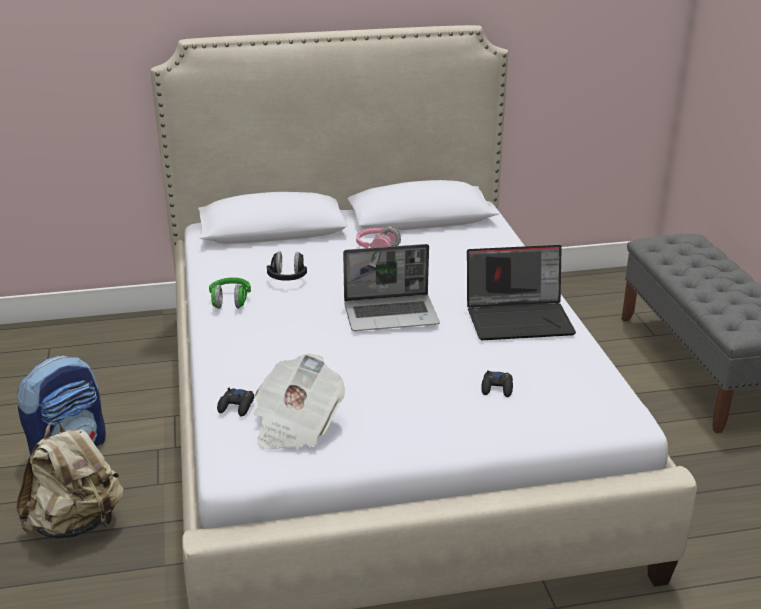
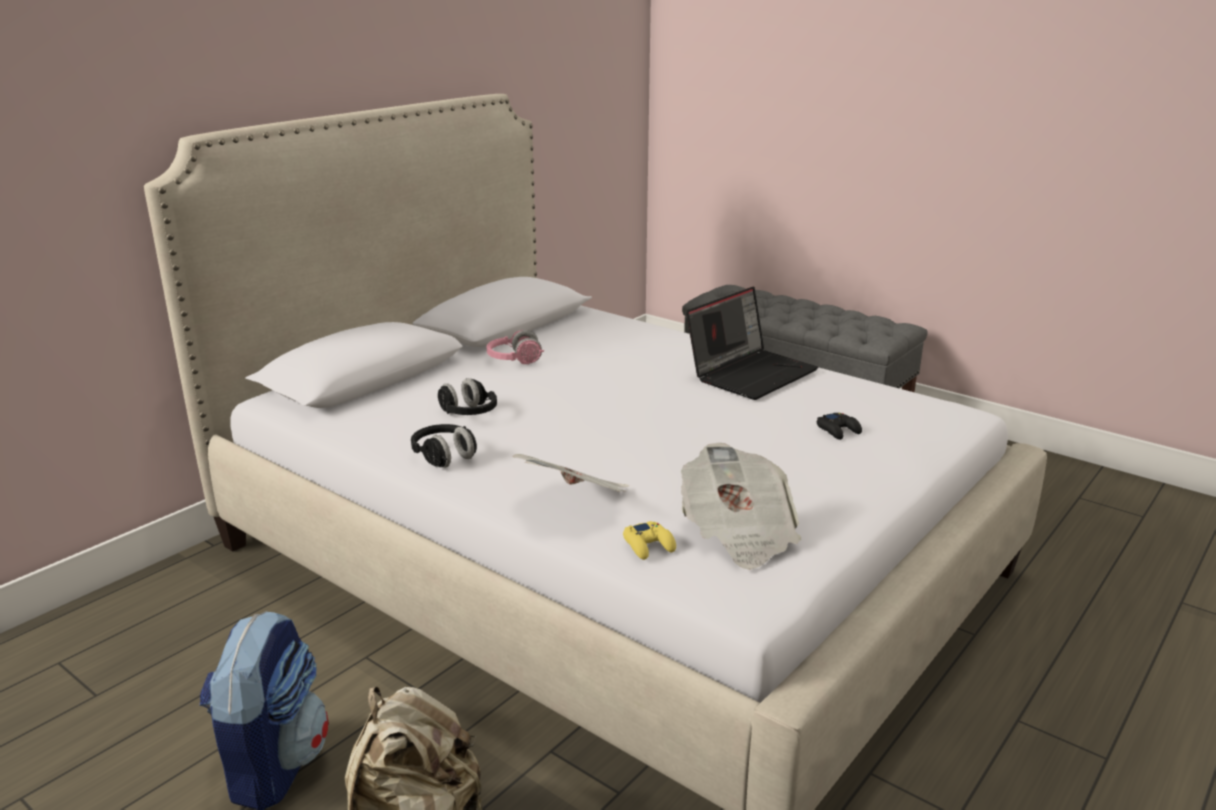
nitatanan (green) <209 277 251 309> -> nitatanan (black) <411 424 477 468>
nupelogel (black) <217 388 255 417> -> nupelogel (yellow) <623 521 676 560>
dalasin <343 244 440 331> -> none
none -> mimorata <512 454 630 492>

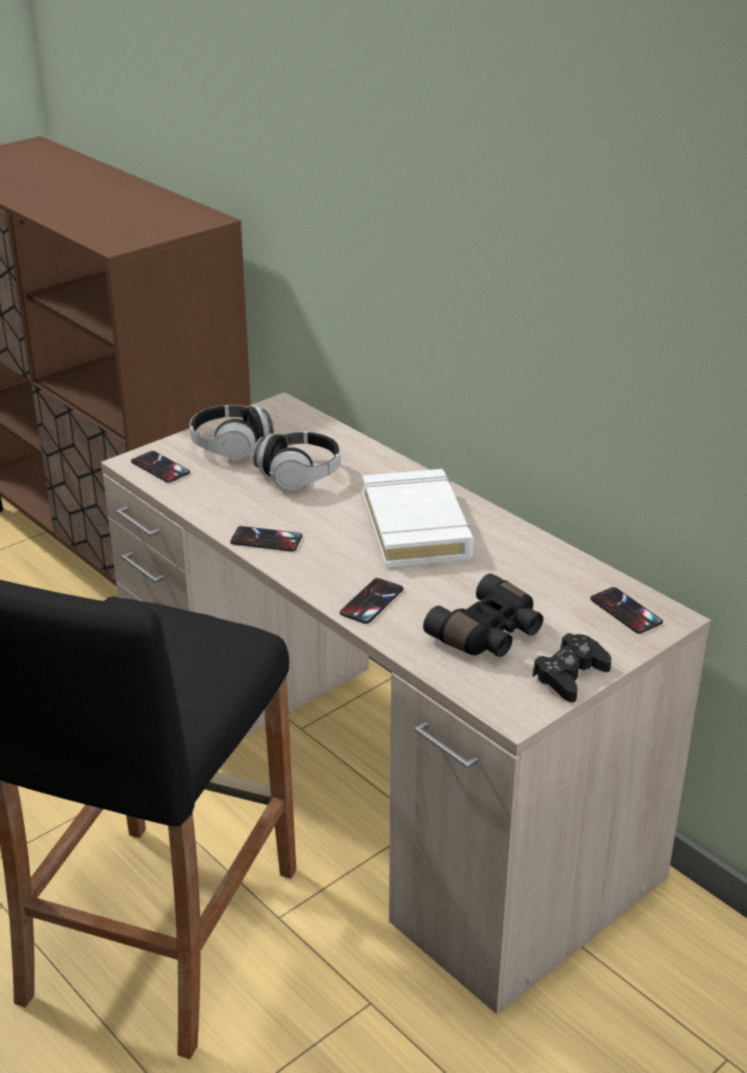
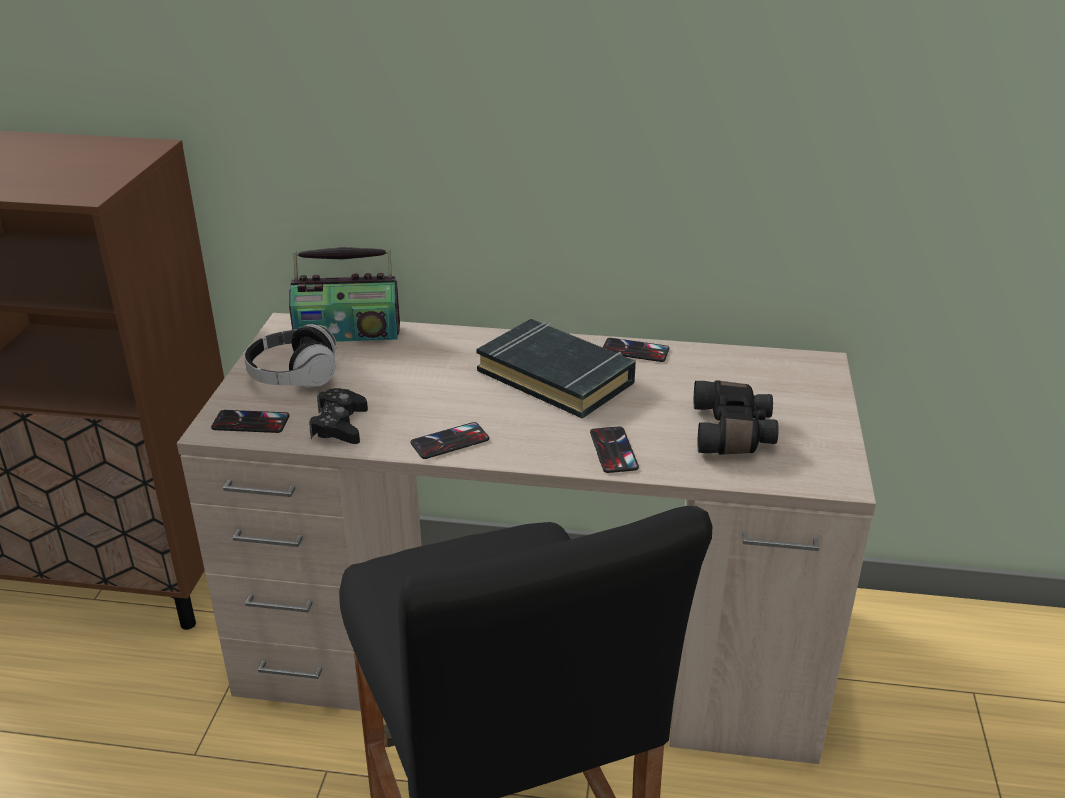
nitatanan <253 431 340 490> -> none
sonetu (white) <362 469 473 568> -> sonetu (black) <476 319 636 419>
nupelogel (black) <532 633 611 702> -> nupelogel (black) <309 388 368 444>, move
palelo <590 587 663 634> -> palelo <603 338 669 362>, move
none -> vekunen <289 247 400 342>

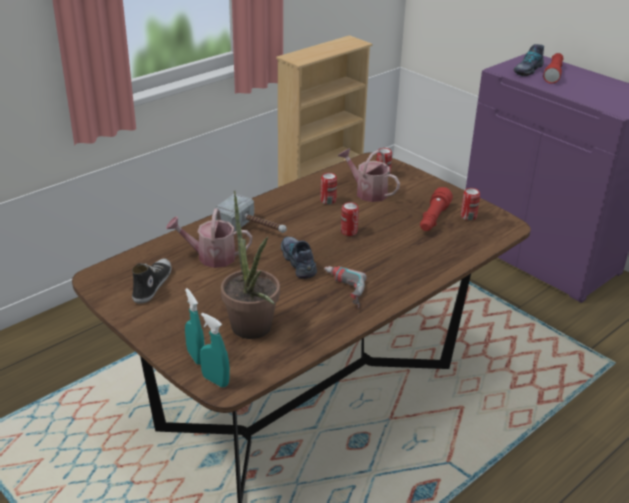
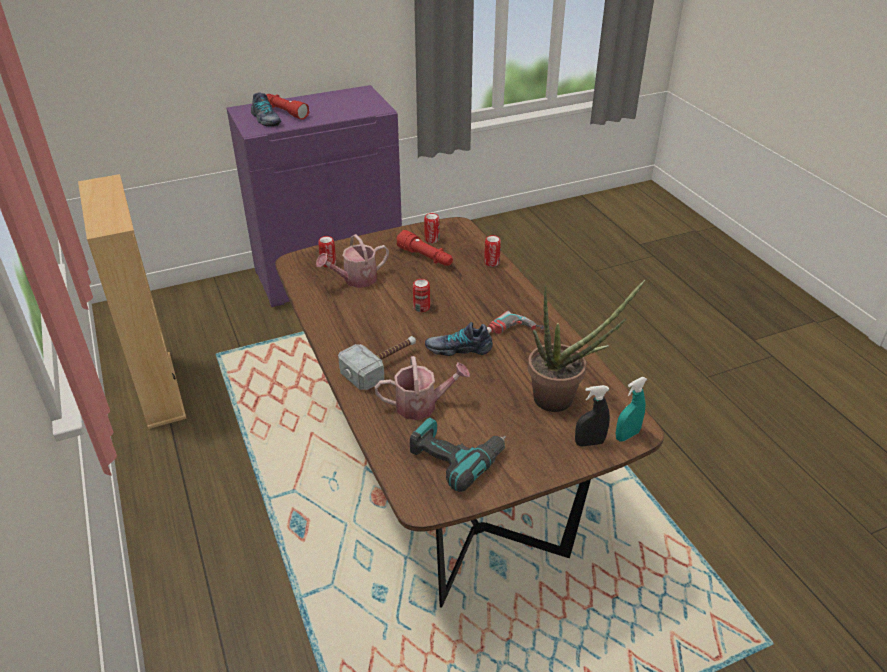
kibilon <132 259 172 303> -> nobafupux <410 417 506 492>
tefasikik <166 208 252 268> -> tefasikik <375 356 470 420>, 120 degrees counterclockwise
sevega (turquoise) <185 288 205 365> -> sevega (black) <575 385 610 447>
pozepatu <320 173 337 205> -> pozepatu <484 235 501 267>, move

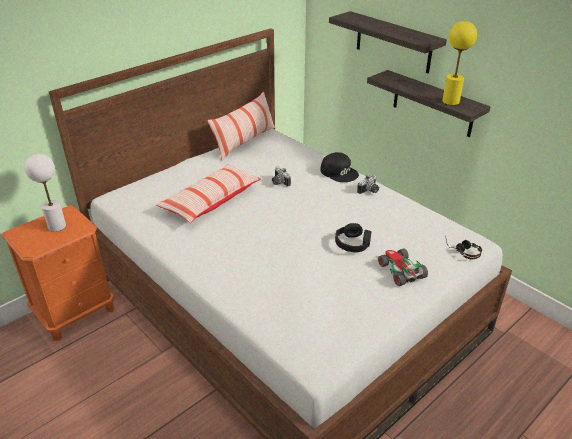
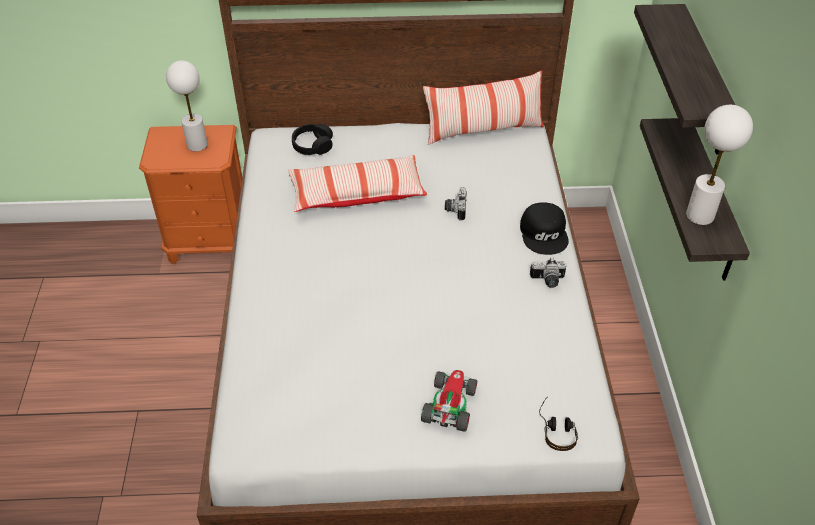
nitatanan (black) <335 223 371 252> -> nitatanan (black) <292 124 333 155>, move
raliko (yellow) <442 21 477 105> -> raliko (white) <686 105 753 225>

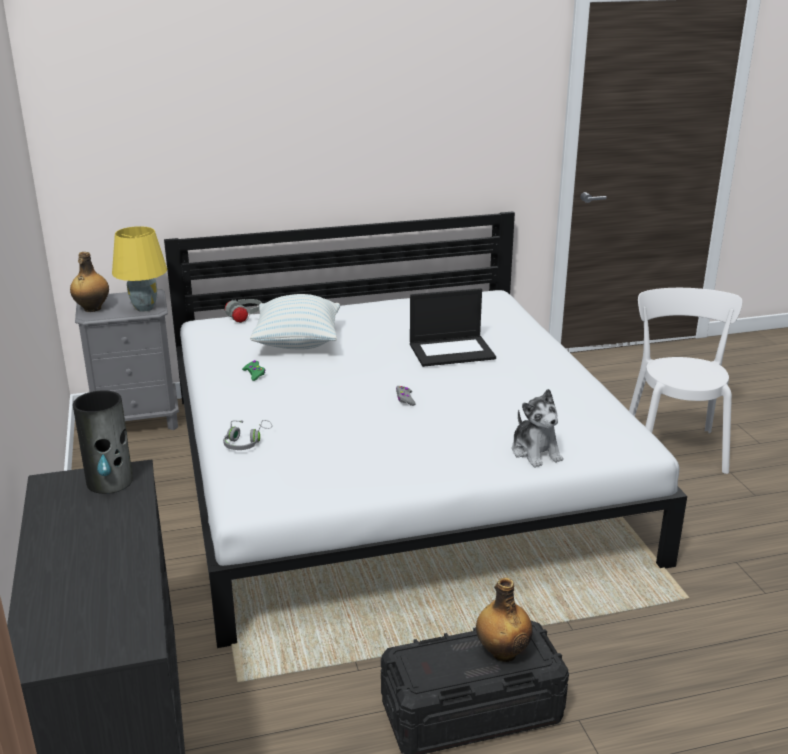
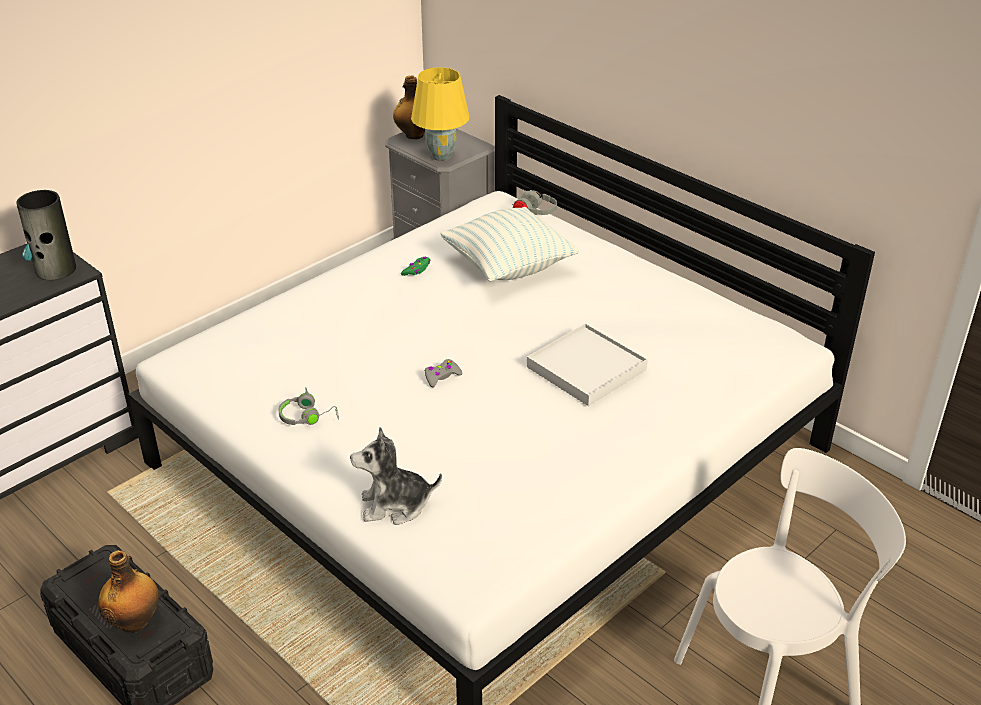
nitatanan (grey) <223 420 272 450> -> nitatanan (grey) <278 387 339 425>, move
dalasin <410 288 496 367> -> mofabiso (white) <527 323 648 406>
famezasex <512 389 563 468> -> famezasex <350 427 442 525>, 45 degrees clockwise

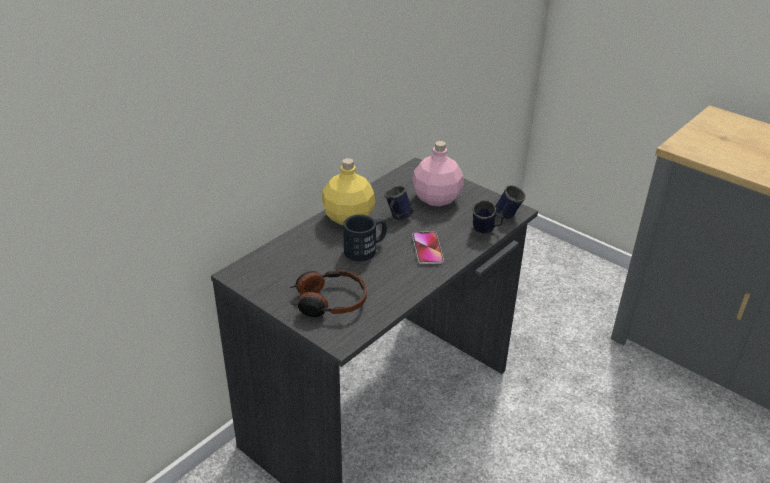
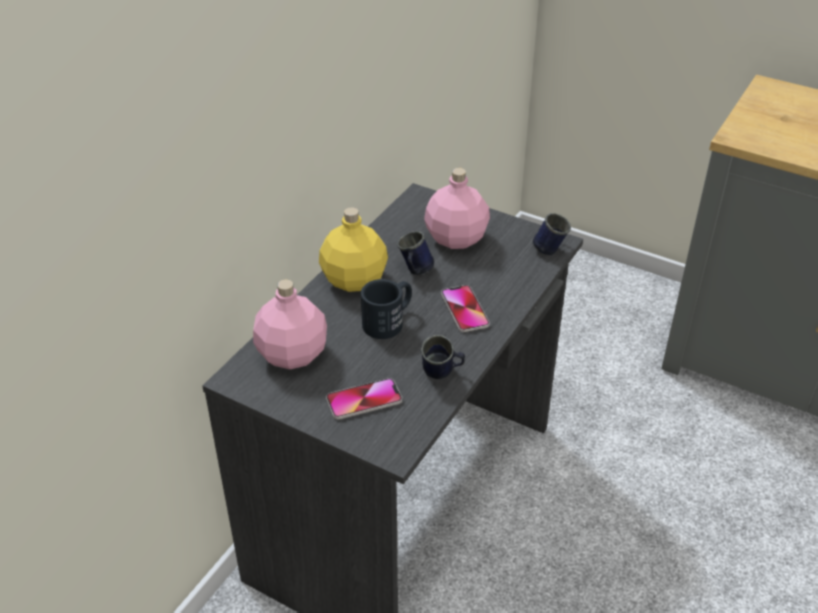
nitatanan <289 271 367 317> -> palelo <326 378 402 419>
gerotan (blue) <473 200 504 234> -> gerotan (blue) <421 335 465 379>, move
none -> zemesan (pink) <253 279 327 369>

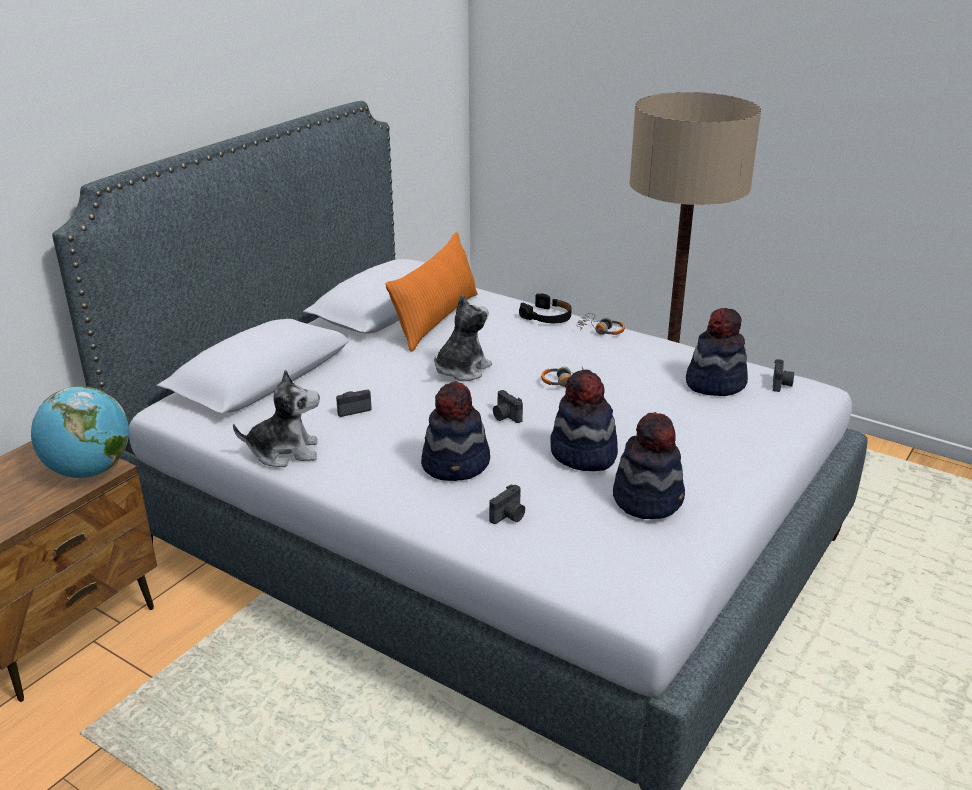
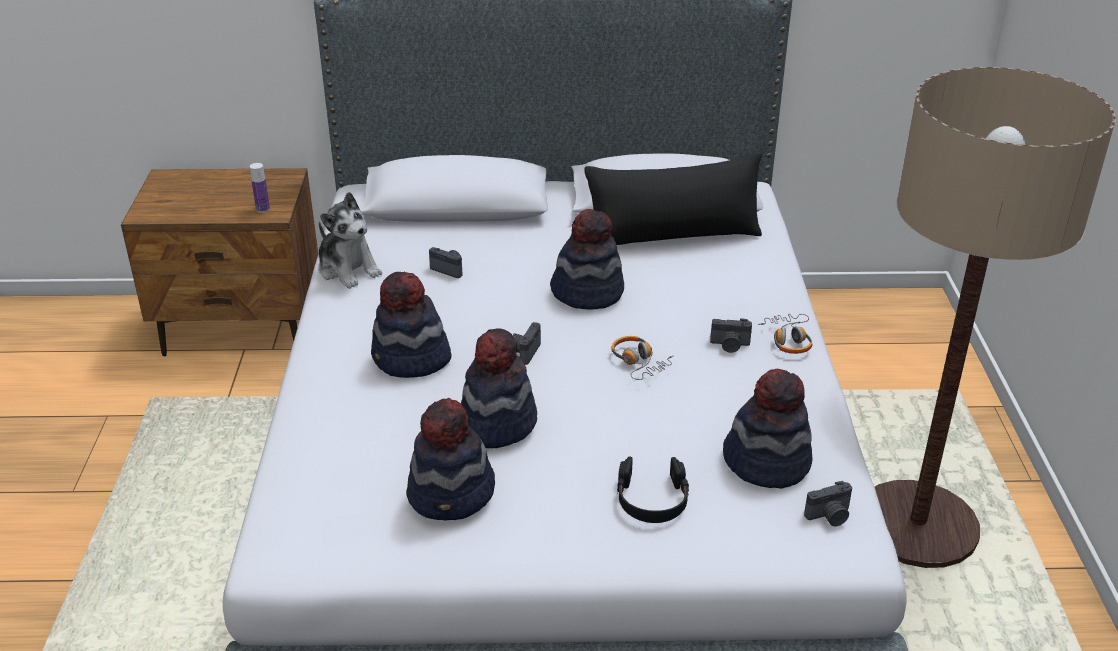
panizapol <31 386 129 478> -> zemesan <250 163 270 213>
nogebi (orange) <385 232 478 352> -> nogebi (black) <584 152 762 245>
famezasex <434 294 492 381> -> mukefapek <550 209 624 310>
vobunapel <489 484 525 524> -> vobunapel <710 318 752 353>, move
nitatanan (black) <519 294 572 323> -> nitatanan (black) <617 457 689 523>, move

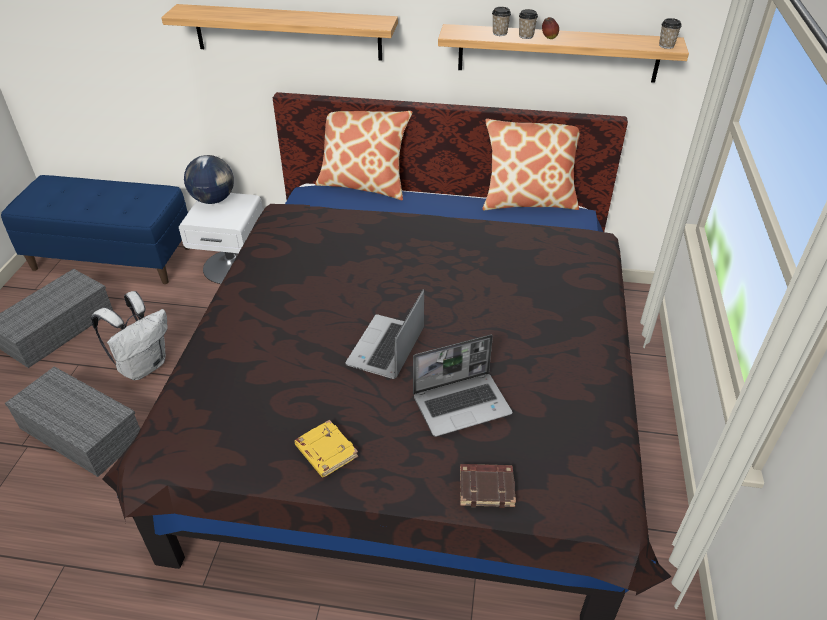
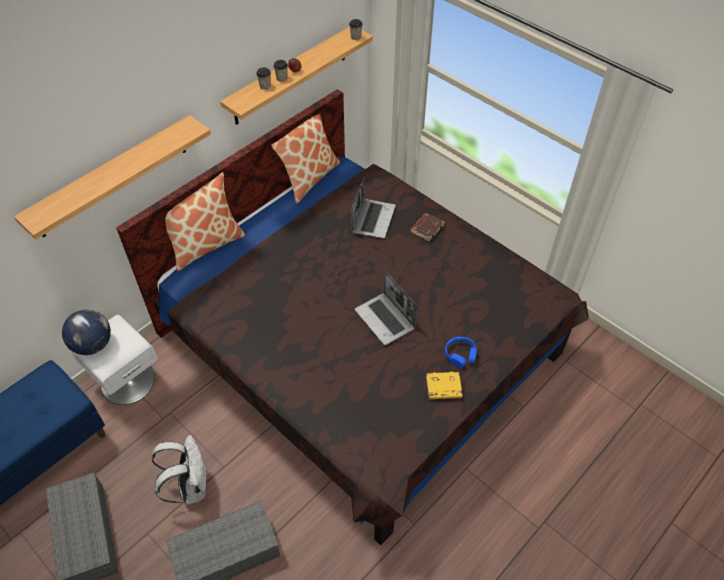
dalasin <413 335 513 437> -> dalasin <351 176 396 239>, move
sonetu (brown) <460 464 516 508> -> sonetu (brown) <410 213 445 241>, move
none -> nitatanan (blue) <445 337 477 368>

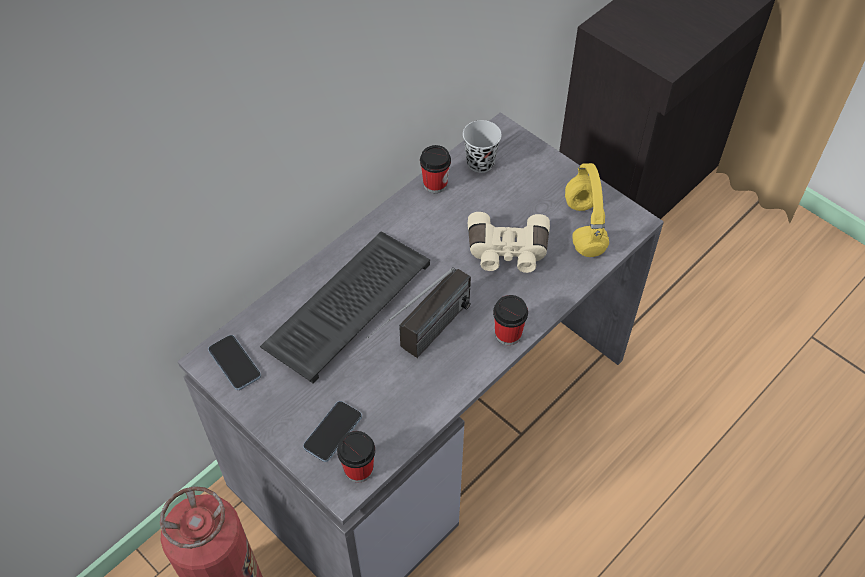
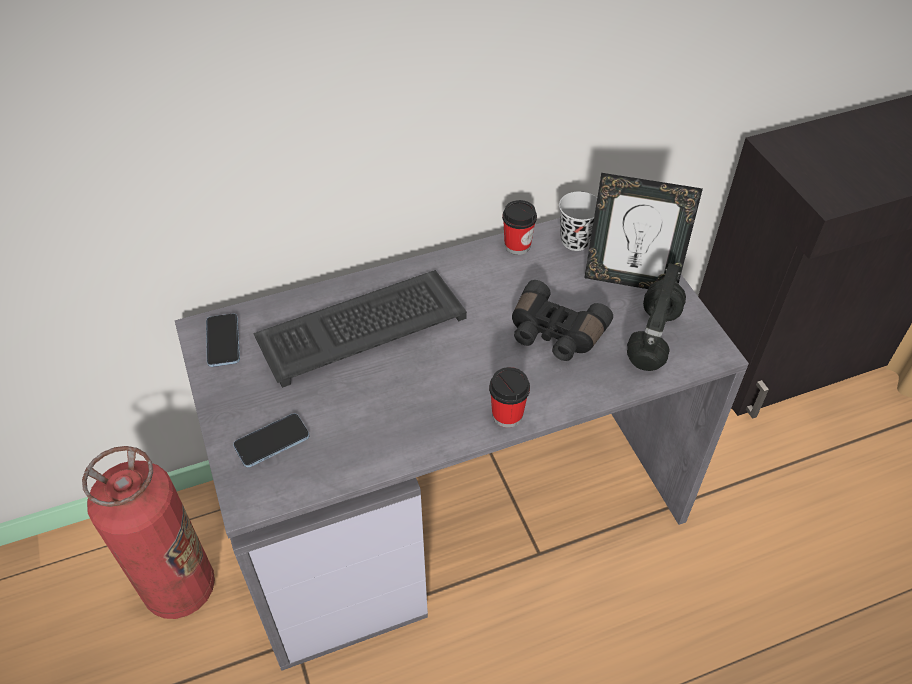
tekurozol <337 431 375 482> -> none
vekunen <367 267 471 358> -> none
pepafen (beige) <468 212 550 273> -> pepafen (black) <512 280 613 361>
nitatanan (yellow) <565 163 609 257> -> nitatanan (black) <627 263 686 371>
none -> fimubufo <584 173 703 289>

